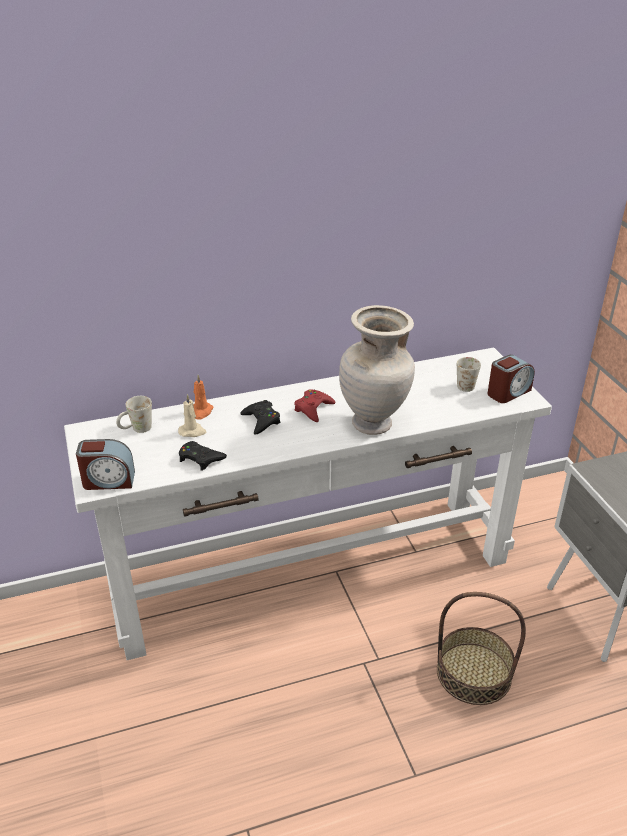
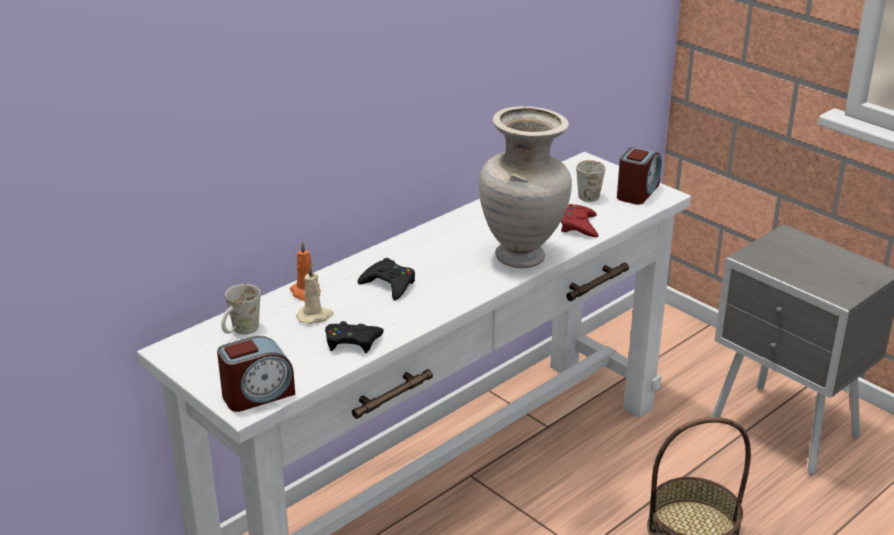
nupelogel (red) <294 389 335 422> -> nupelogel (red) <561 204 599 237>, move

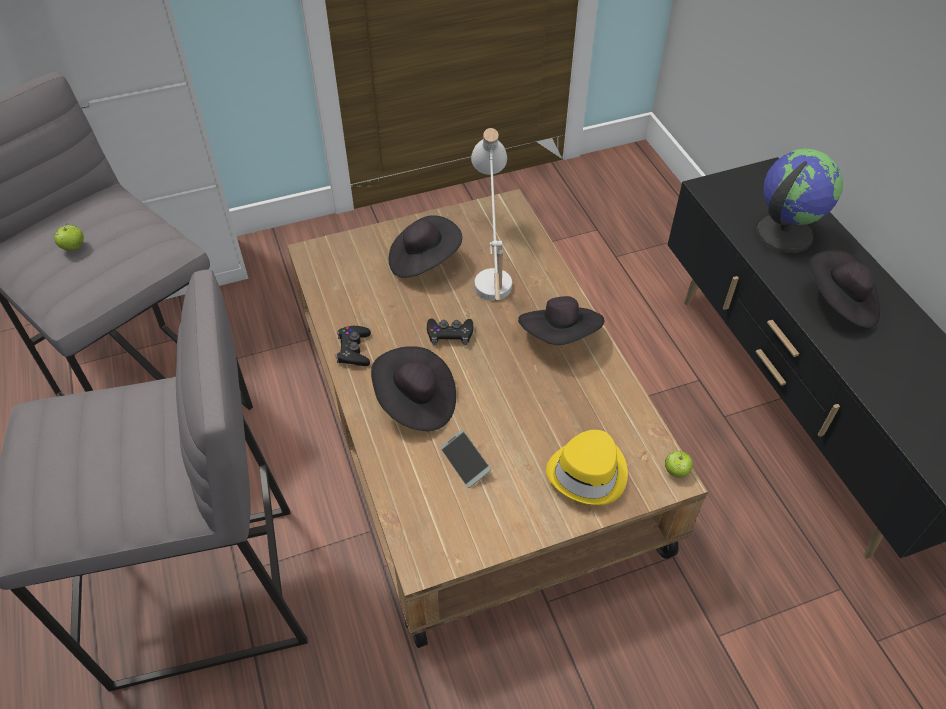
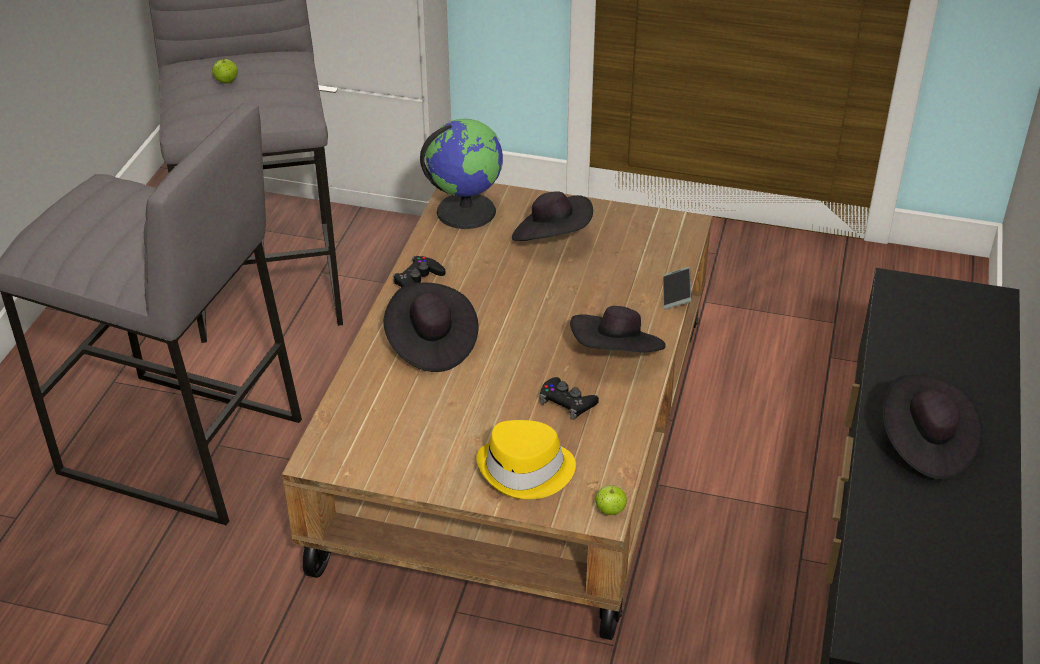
nupelogel (black) <427 319 474 346> -> nupelogel (black) <539 377 599 420>, move
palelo <440 430 491 488> -> palelo <663 267 692 309>, move
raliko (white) <471 128 512 301> -> none
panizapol <756 149 843 253> -> panizapol <420 119 503 229>, move

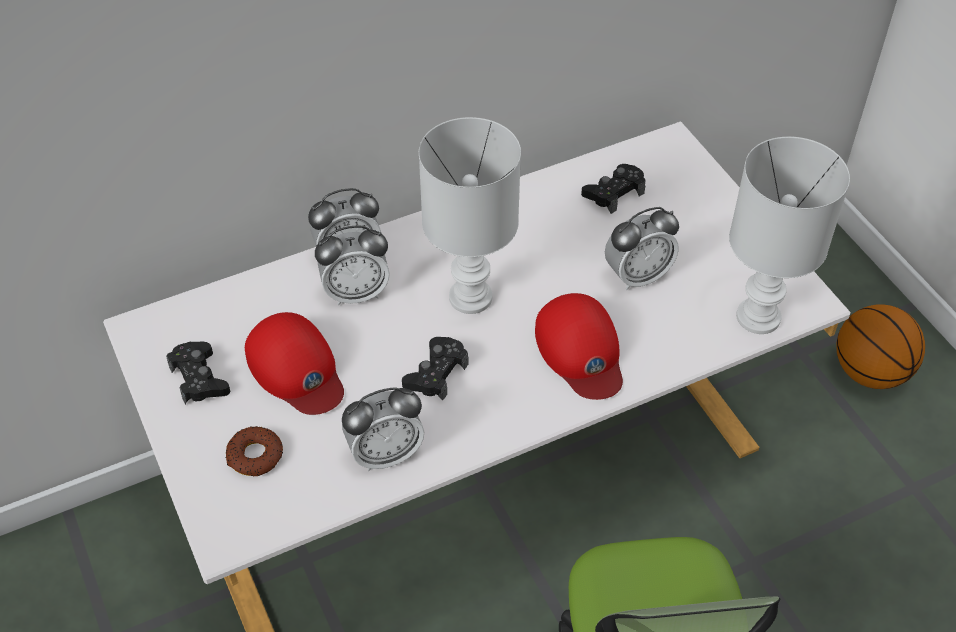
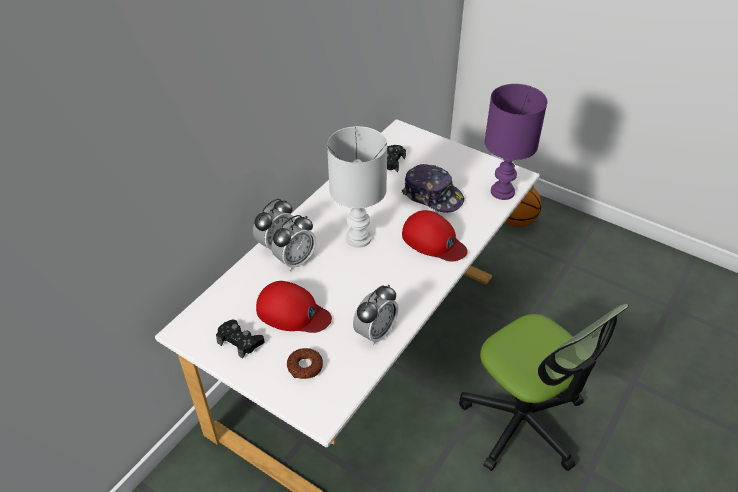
nupelogel (black) <402 337 469 400> -> none
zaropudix <605 207 679 291> -> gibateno <402 164 464 213>
raliko (white) <729 137 850 334> -> raliko (purple) <484 84 547 200>

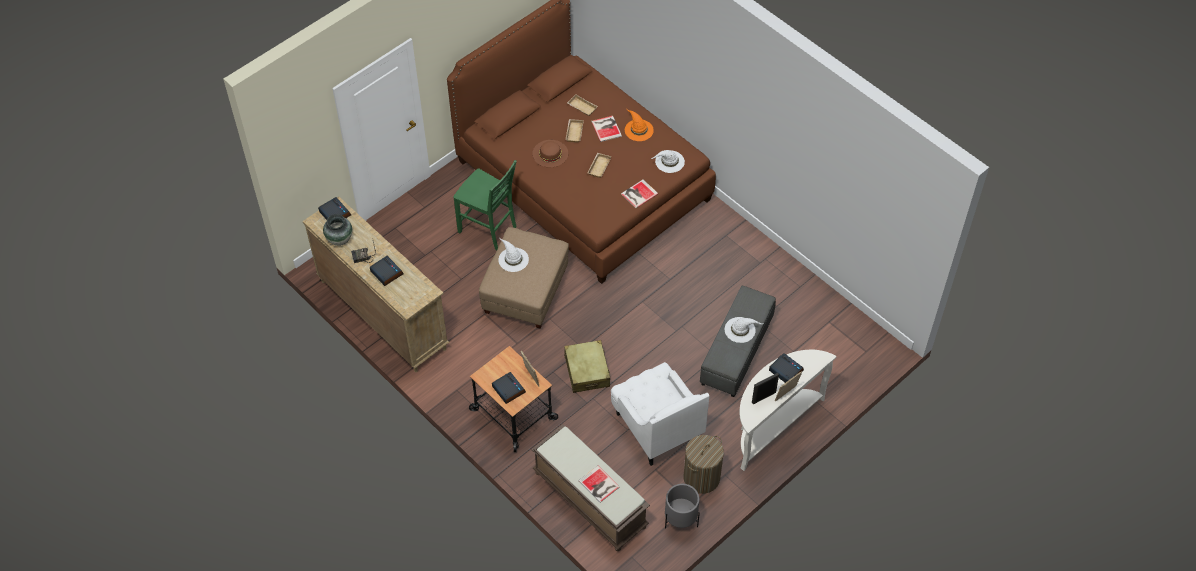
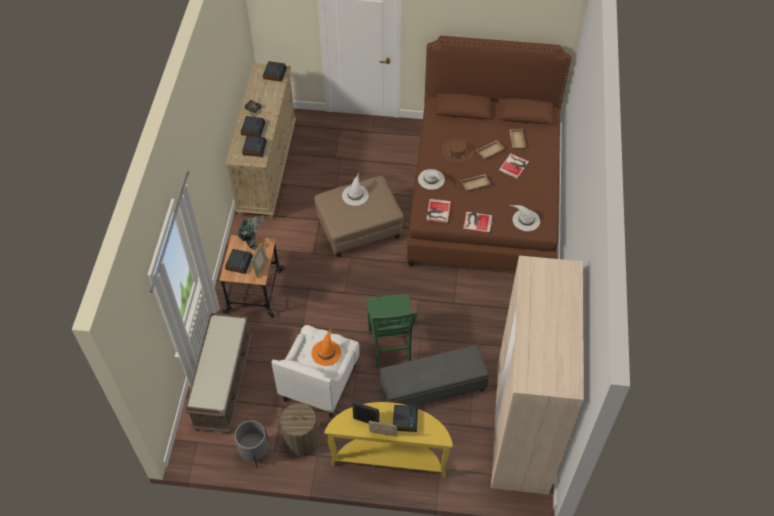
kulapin <323 214 352 246> -> none
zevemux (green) <453 160 517 250> -> zevemux (green) <366 294 418 368>, move
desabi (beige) <564 340 610 393> -> none
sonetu <579 465 620 503> -> sonetu <426 199 451 223>, move
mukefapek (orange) <625 109 654 141> -> mukefapek (orange) <311 329 341 366>, move
mukefapek (white) <725 317 762 343> -> mukefapek (white) <418 169 445 190>, move
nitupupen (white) <739 350 836 471> -> nitupupen (yellow) <324 402 453 478>
none -> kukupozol <238 216 264 250>
none -> zaropudix <242 136 267 157>
none -> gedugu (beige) <491 256 584 495>

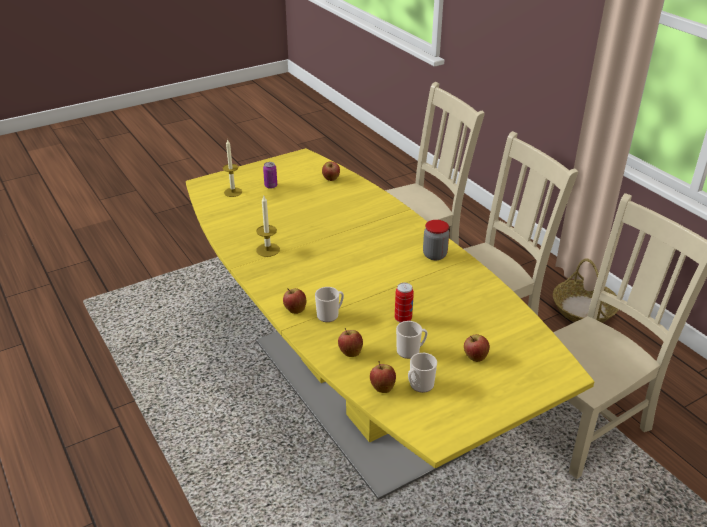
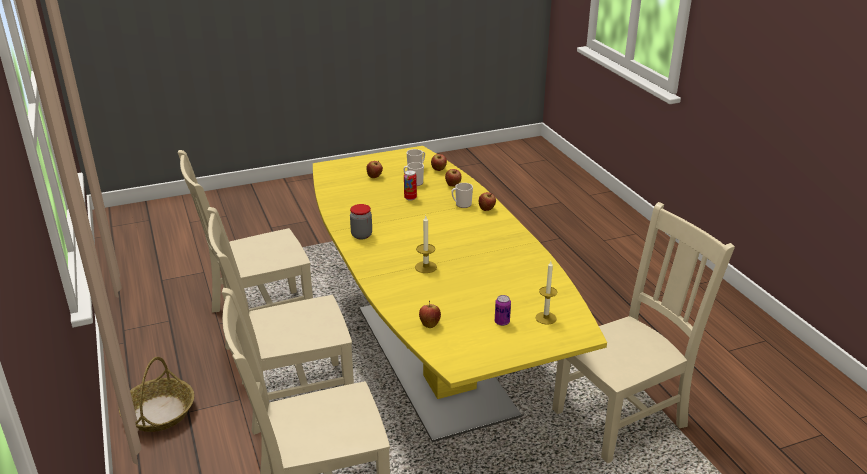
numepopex <256 196 280 257> -> numepopex <415 216 437 273>, move
none -> zevemux (beige) <552 202 735 463>

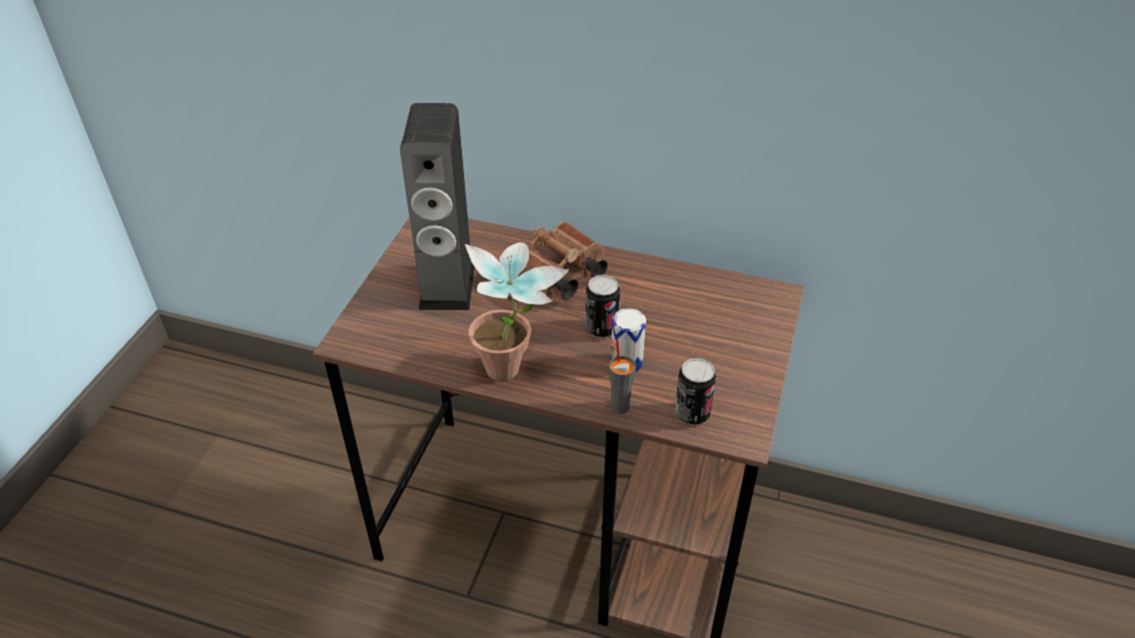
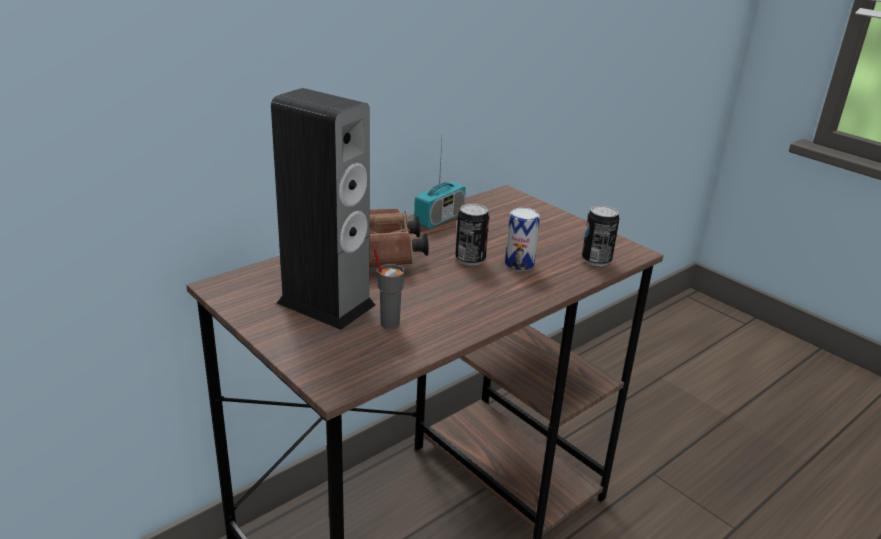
kukupozol <465 242 570 381> -> none
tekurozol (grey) <609 339 636 414> -> tekurozol (grey) <374 249 405 329>, move
none -> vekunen <414 142 466 229>

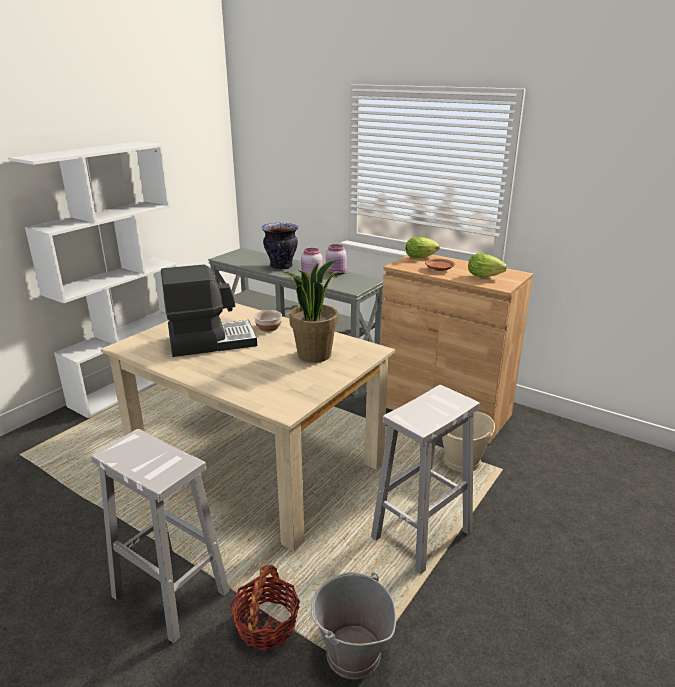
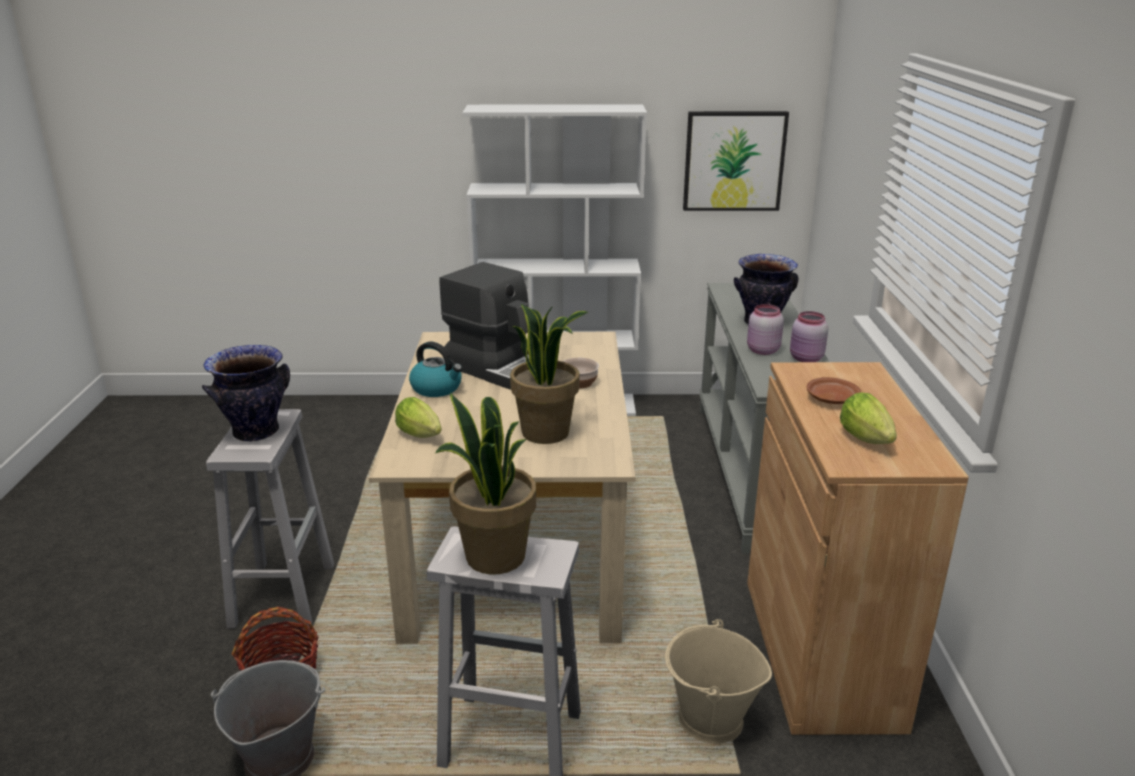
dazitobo <406 237 440 258> -> dazitobo <395 397 442 438>, move
none -> kulapin <202 345 290 442>
none -> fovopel <409 342 462 397>
none -> kukupozol <435 393 536 575>
none -> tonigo <683 111 789 211>

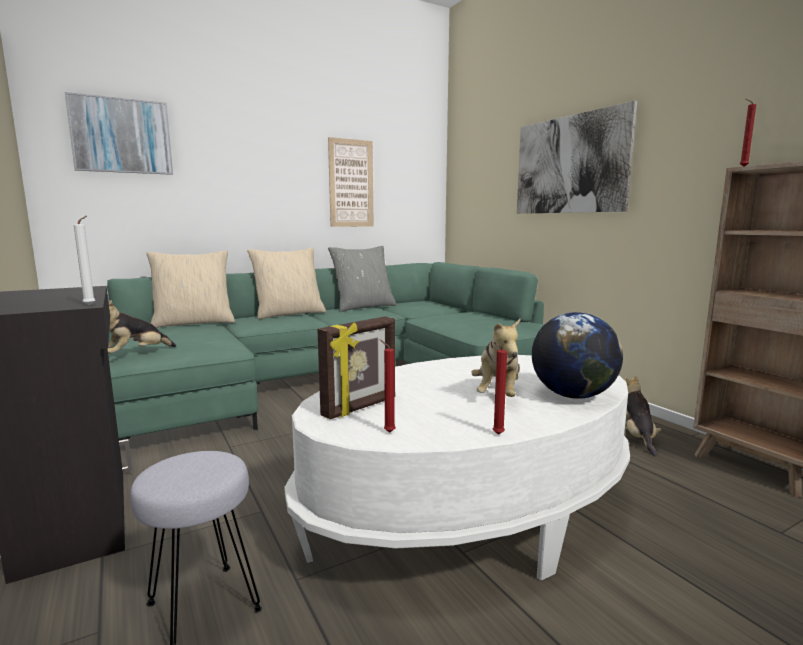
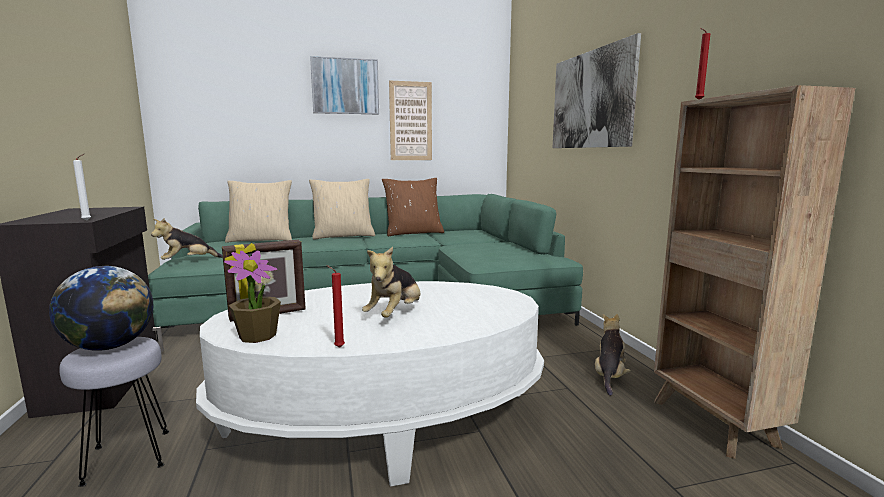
tonigo <65 92 173 175> -> tonigo <310 56 379 114>, move
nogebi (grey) <328 246 396 312> -> nogebi (brown) <382 178 444 236>
numepopex (red) <379 339 396 433> -> kukupozol <224 250 281 343>
panizapol <532 312 623 399> -> panizapol <49 266 153 351>, move

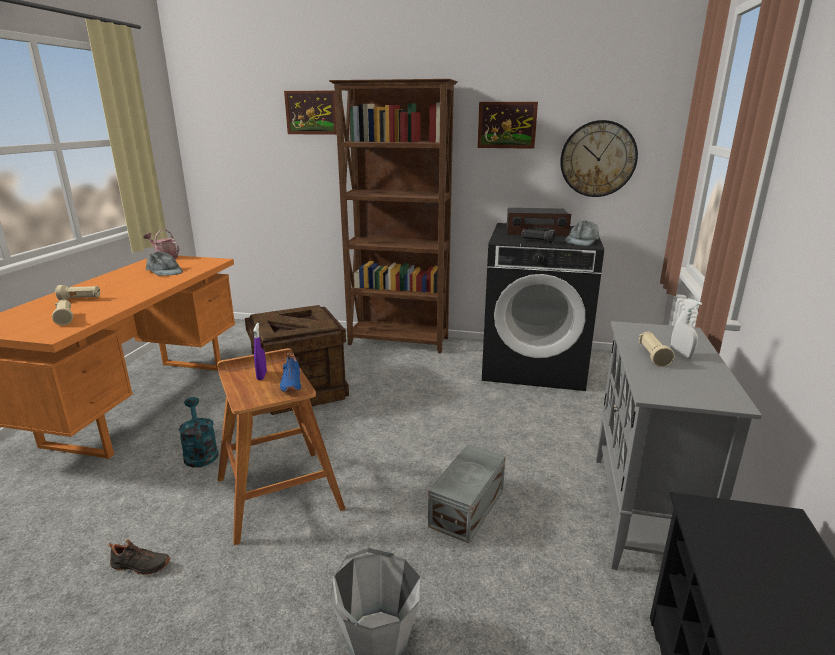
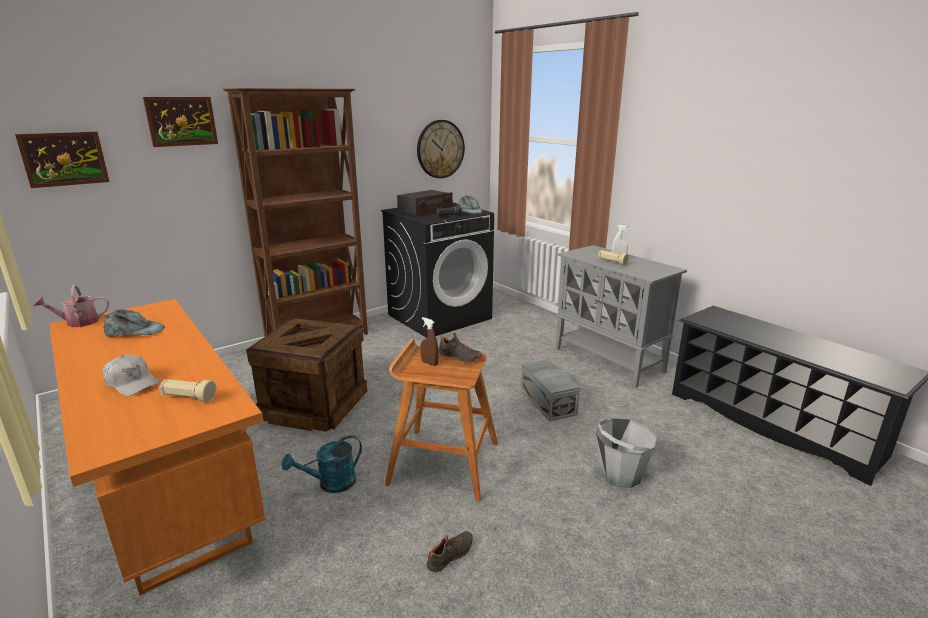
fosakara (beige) <55 285 100 300> -> gibateno (white) <103 354 160 396>
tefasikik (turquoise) <179 397 218 467> -> tefasikik (turquoise) <282 435 362 493>, 45 degrees counterclockwise
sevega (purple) <253 323 267 380> -> sevega (brown) <421 317 439 366>
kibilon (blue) <280 352 301 392> -> kibilon (black) <438 332 482 363>
tonigo <477 102 538 149> -> tonigo <15 132 110 188>, move

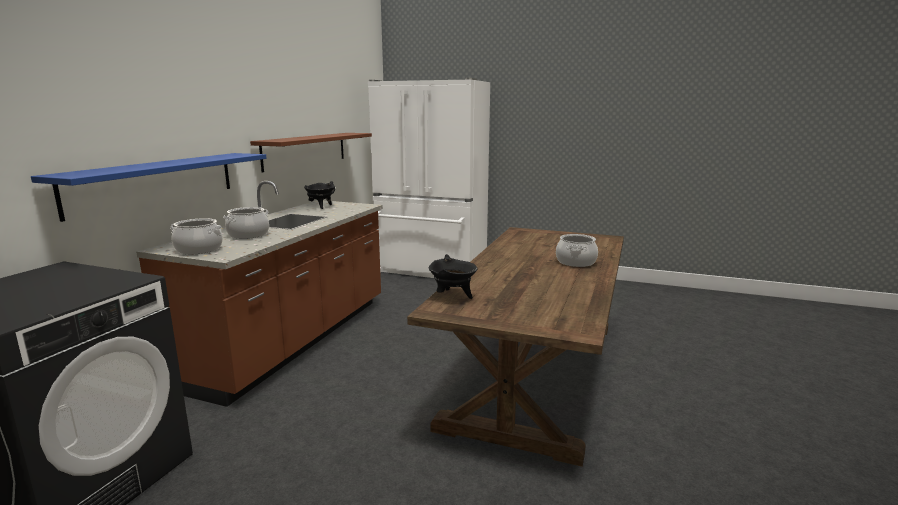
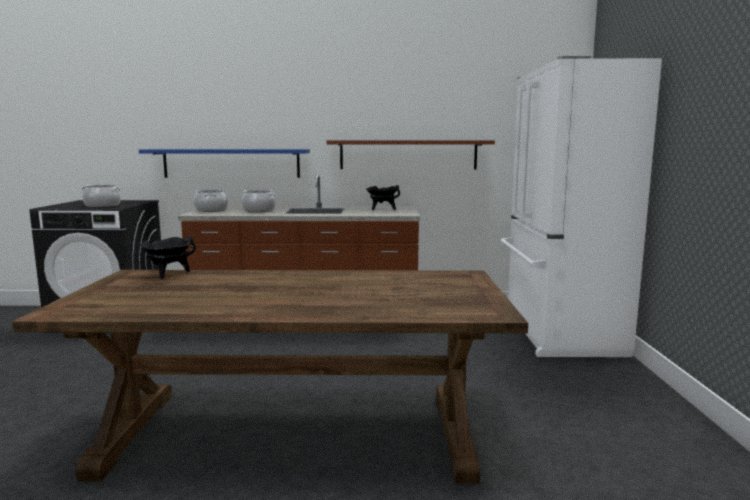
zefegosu <556 234 598 267> -> zefegosu <81 184 121 207>, move

